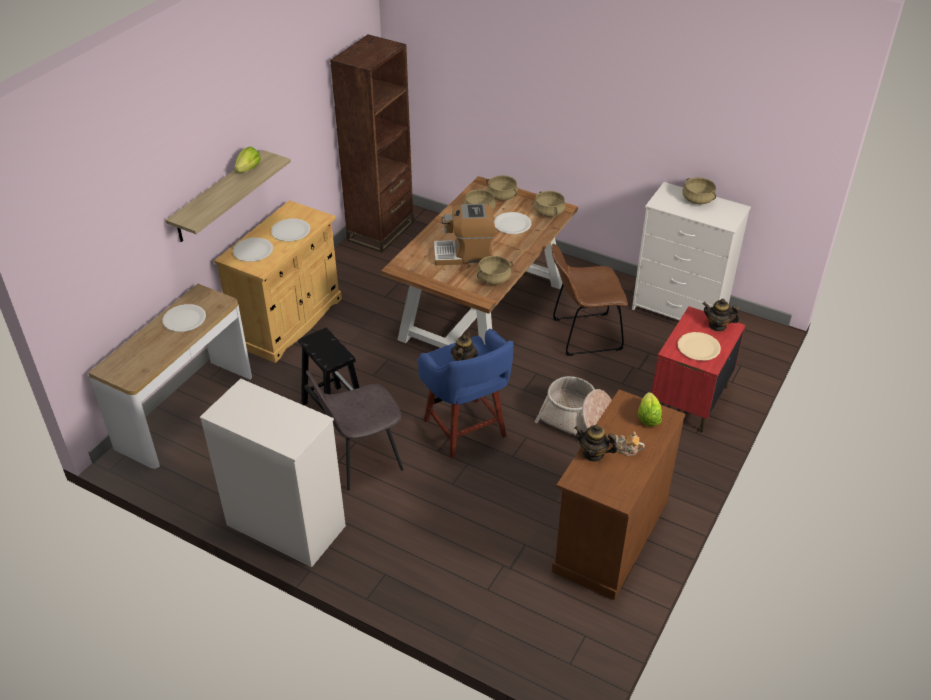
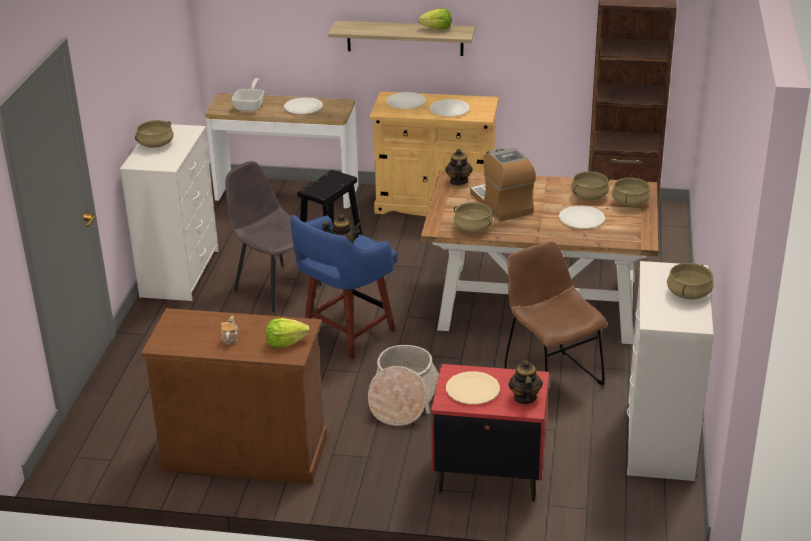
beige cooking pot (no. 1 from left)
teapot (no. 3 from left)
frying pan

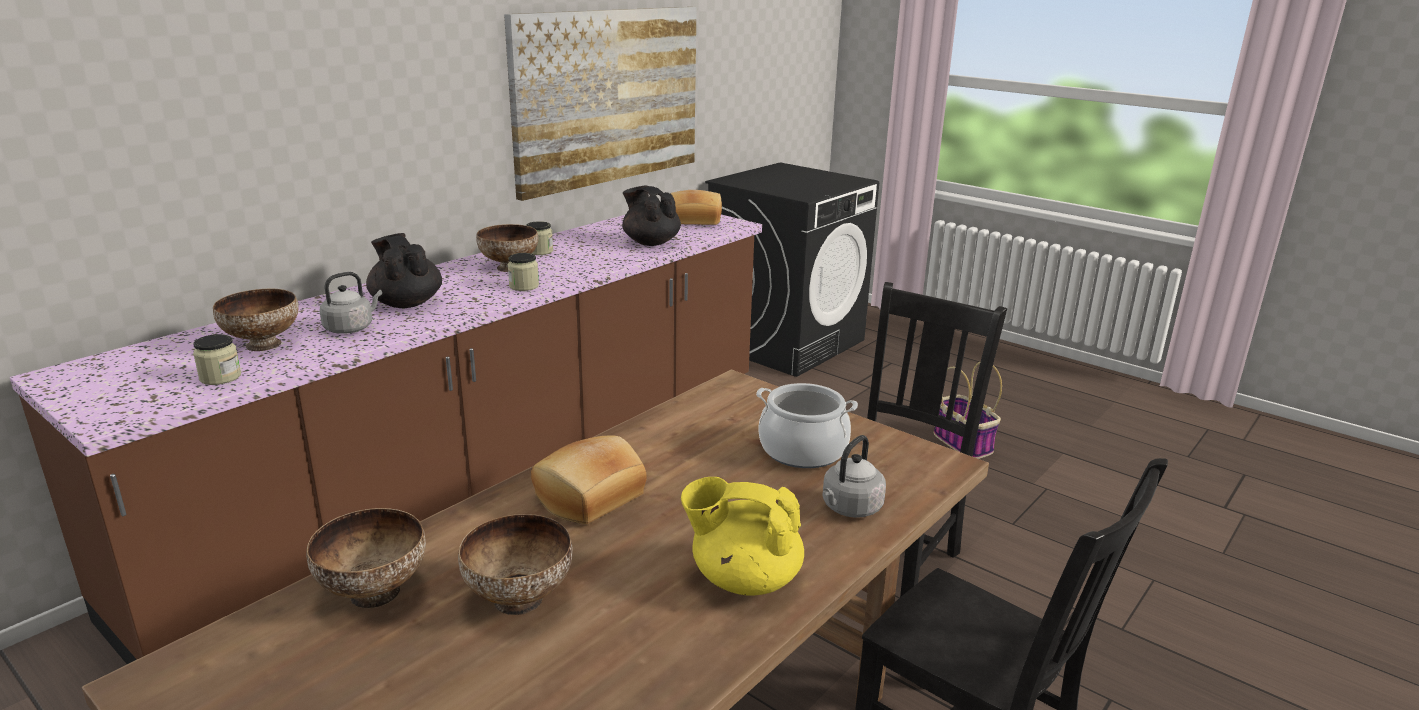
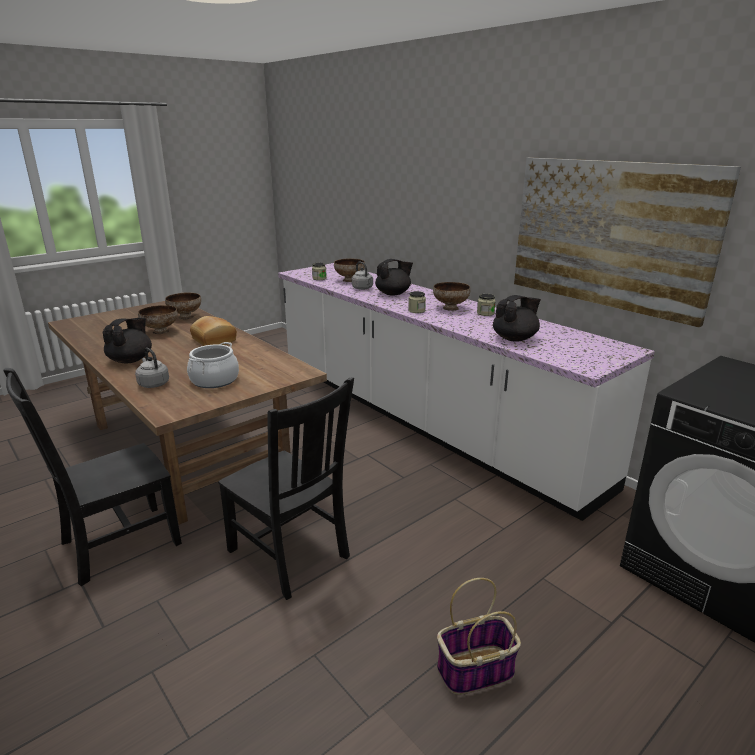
white counter
bread (no. 2 from left in the first image)
black teapot (no. 1 from left)

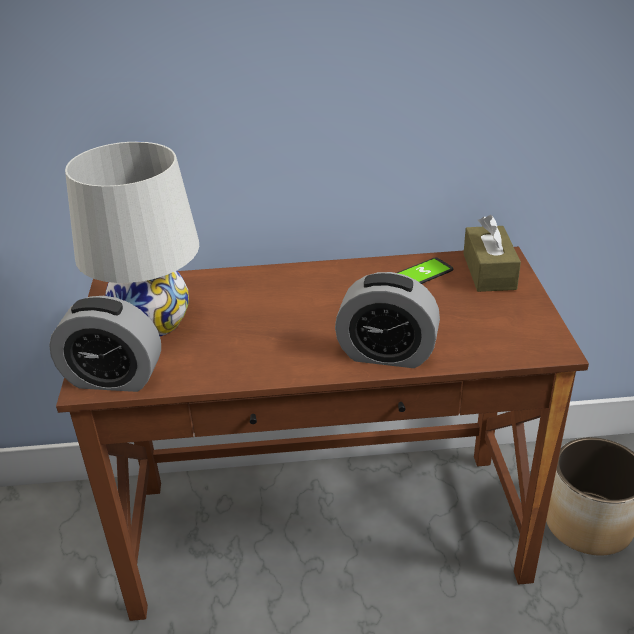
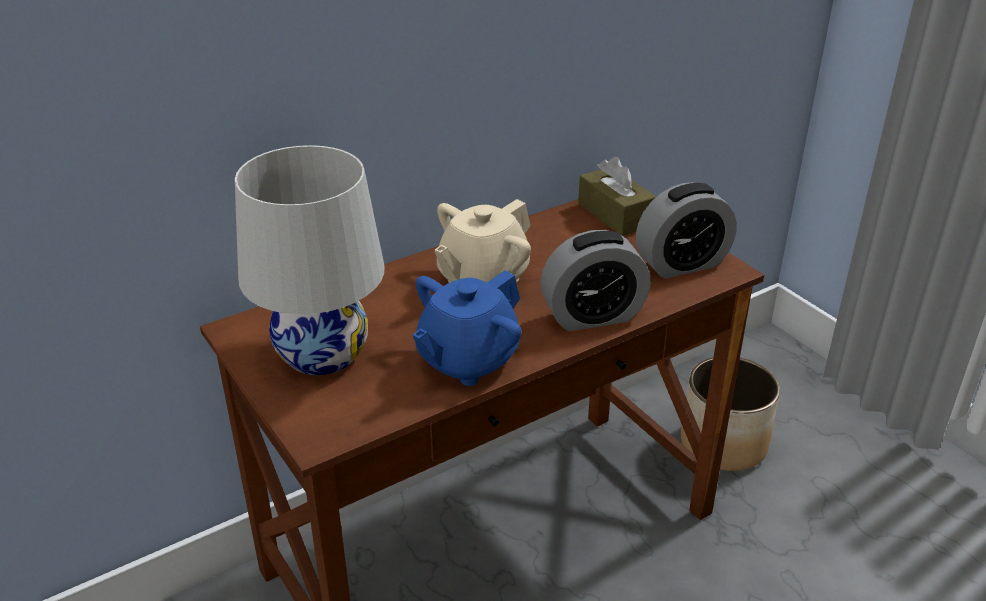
alarm clock (no. 2 from left)
phone
blue teapot
beige teapot

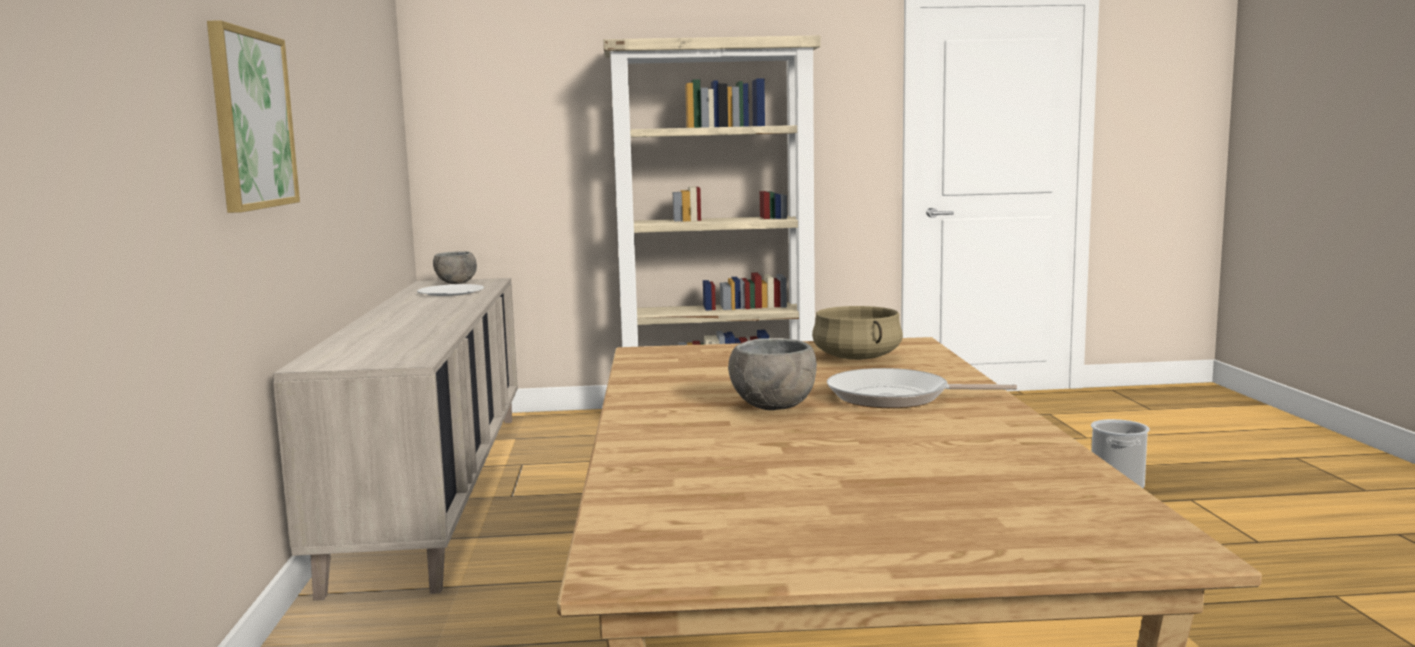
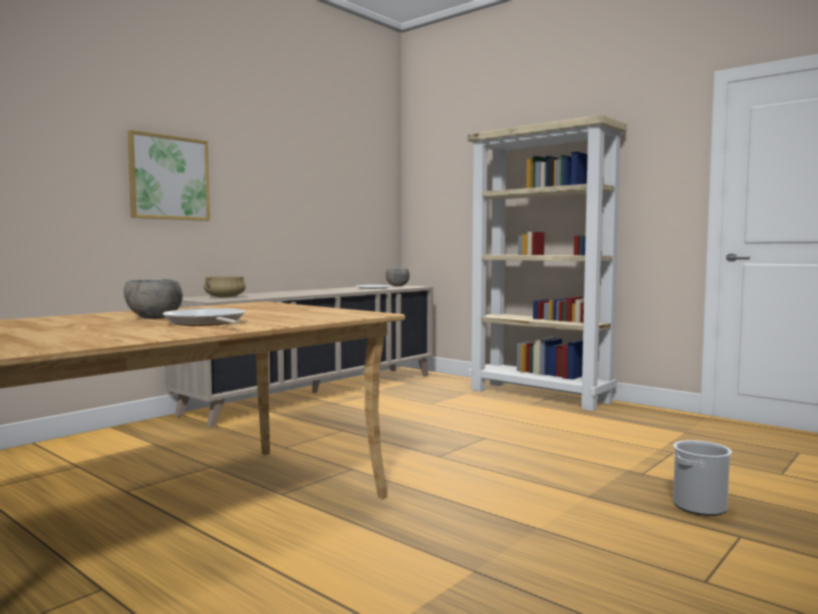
beige cooking pot

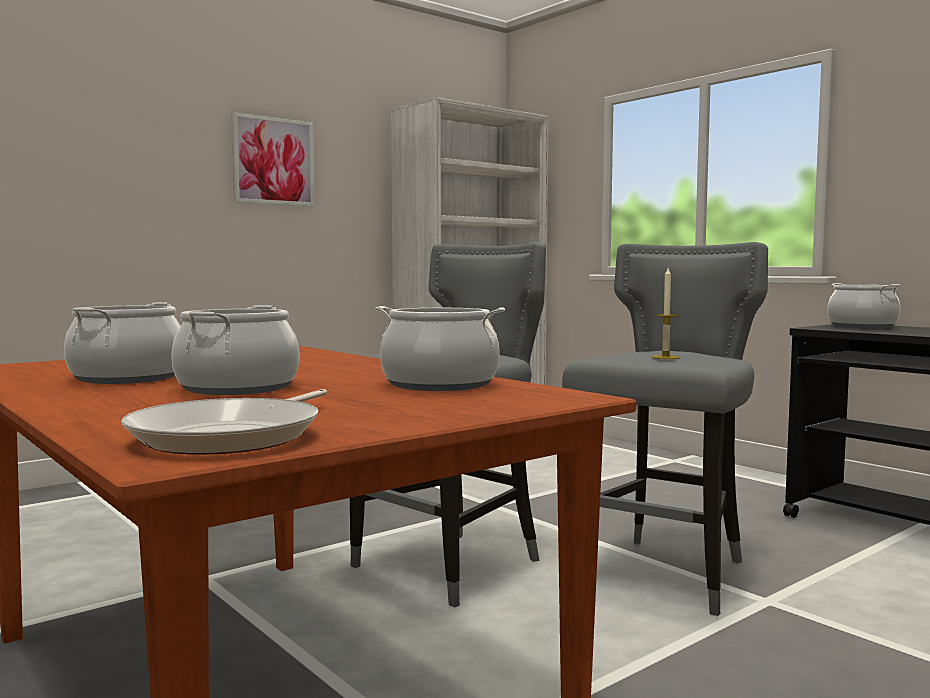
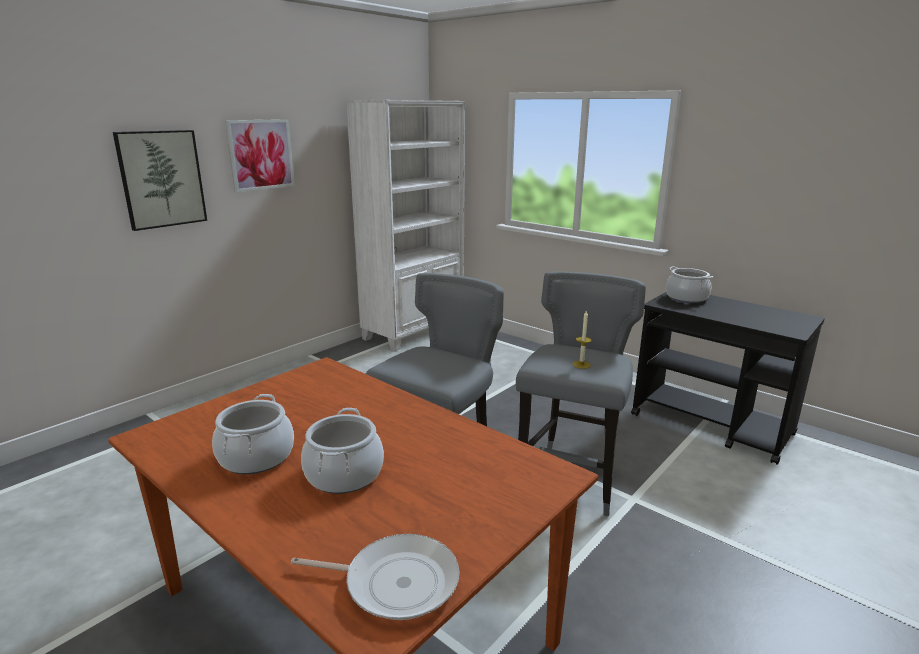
frying pan
cooking pot (no. 3 from left in the first image)
picture (no. 1 from left)

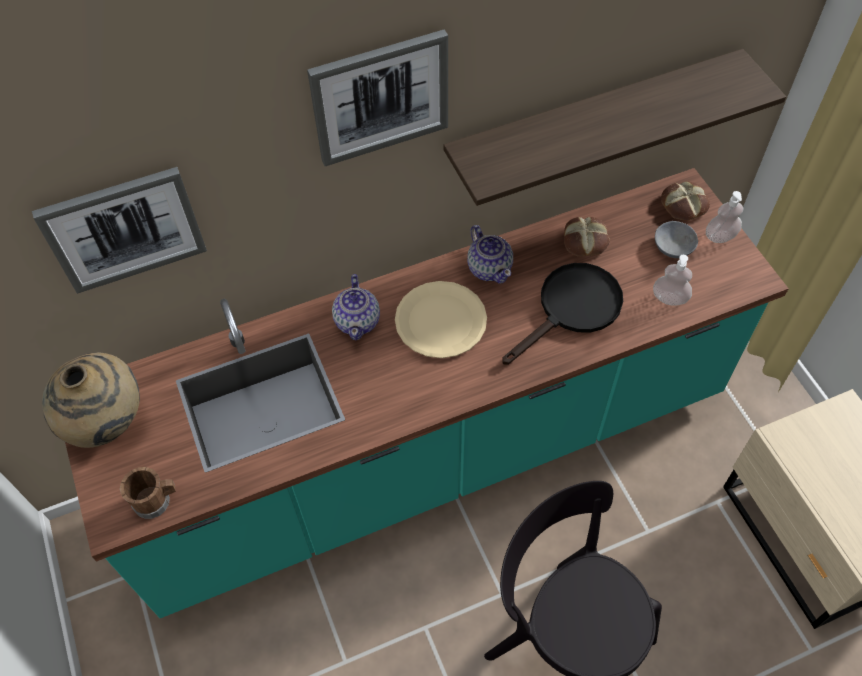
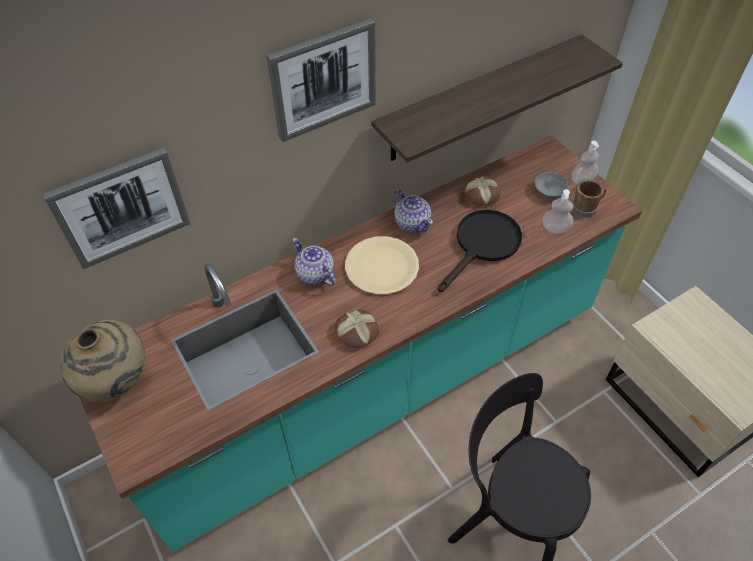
brown mug
teapot (no. 1 from left)
bread (no. 1 from left)

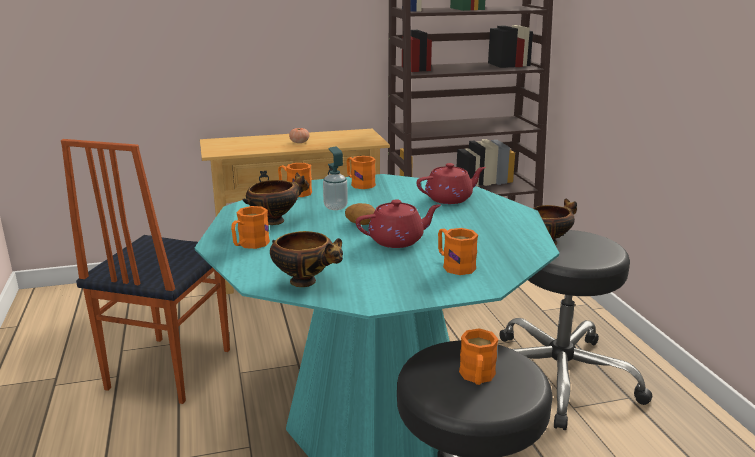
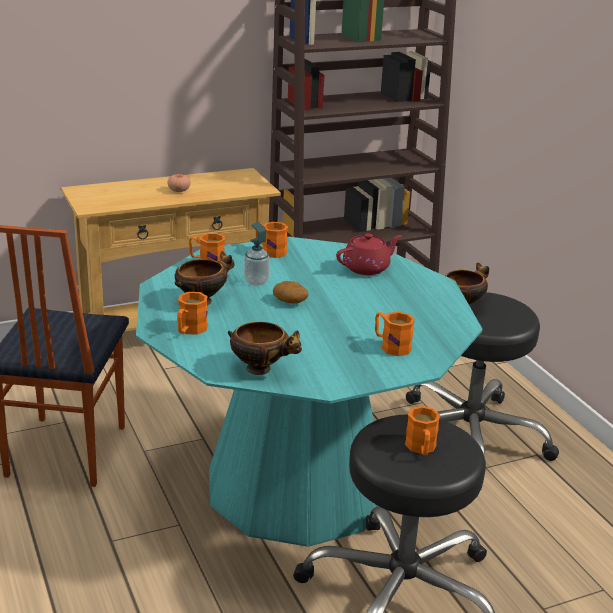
red teapot (no. 1 from left in the first image)

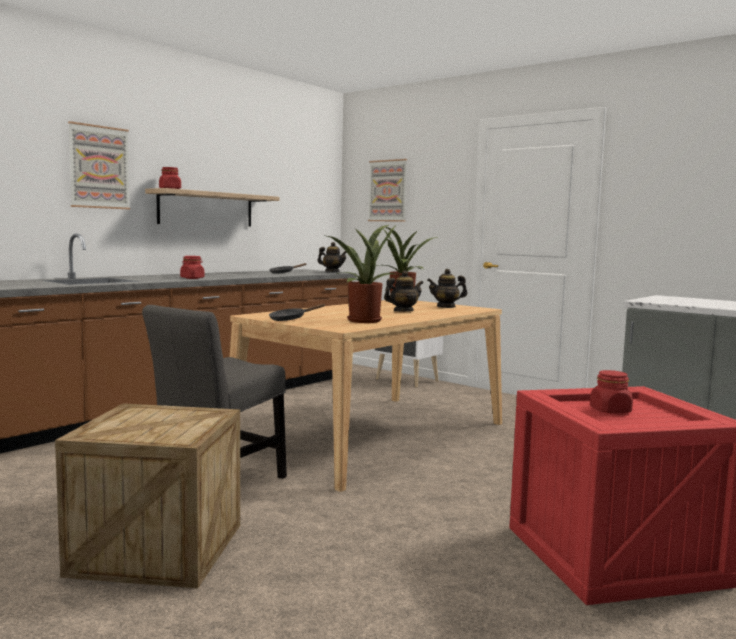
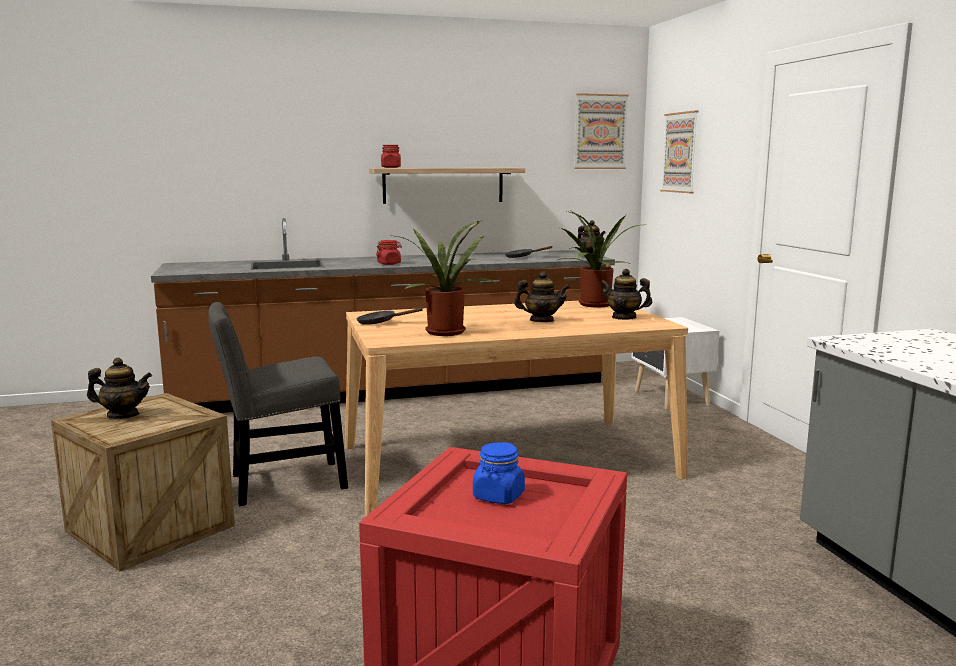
picture (no. 1 from left)
blue jar
teapot (no. 1 from left)

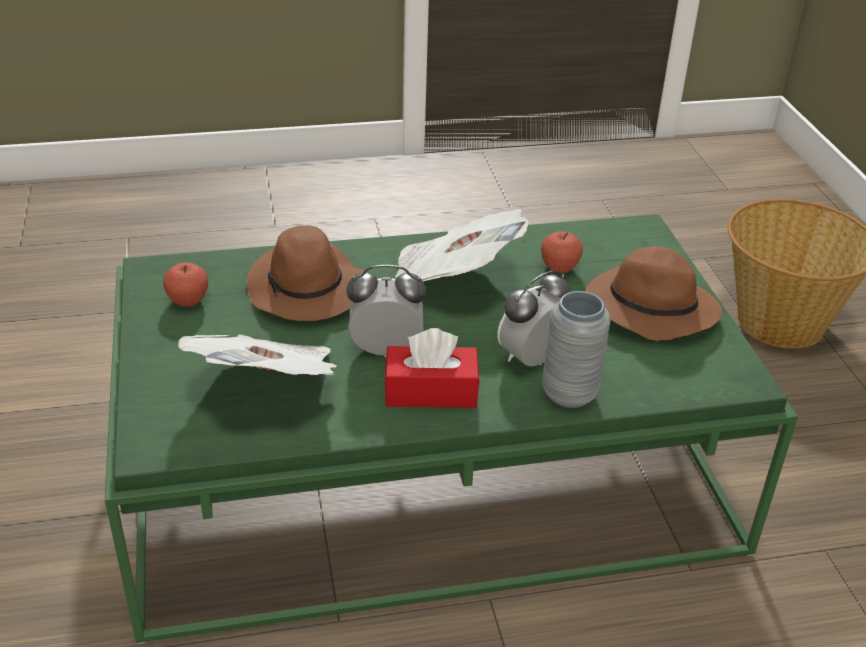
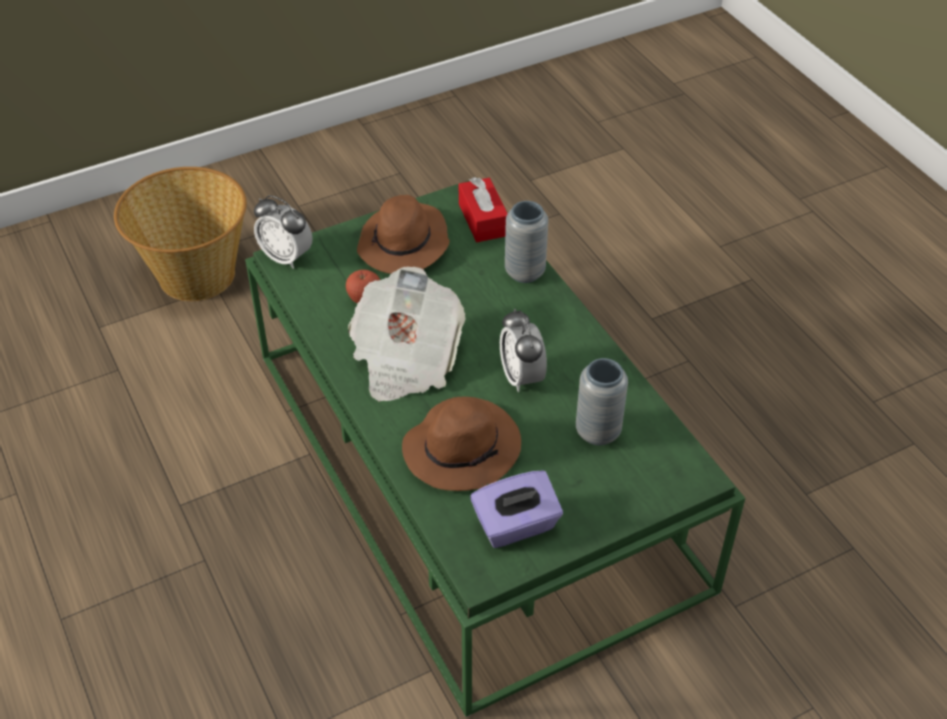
purple tissue box
grey vase (no. 2 from left)
red tissue box
alarm clock (no. 1 from left)

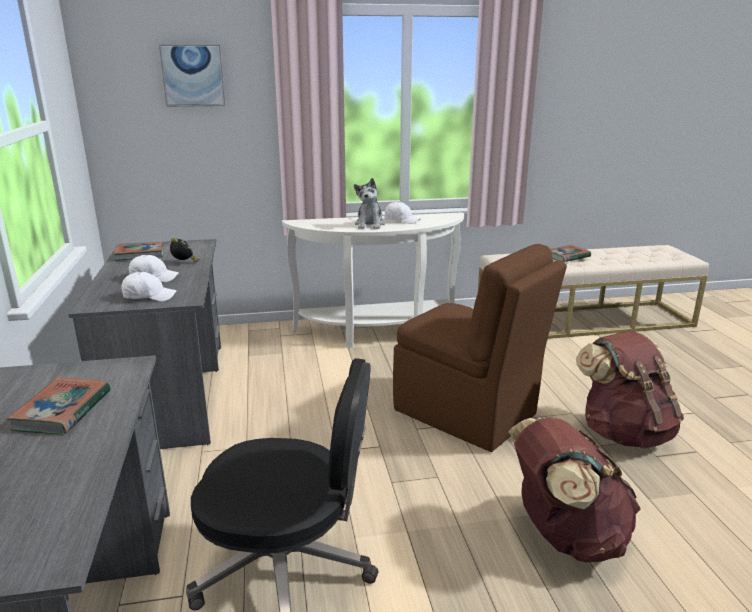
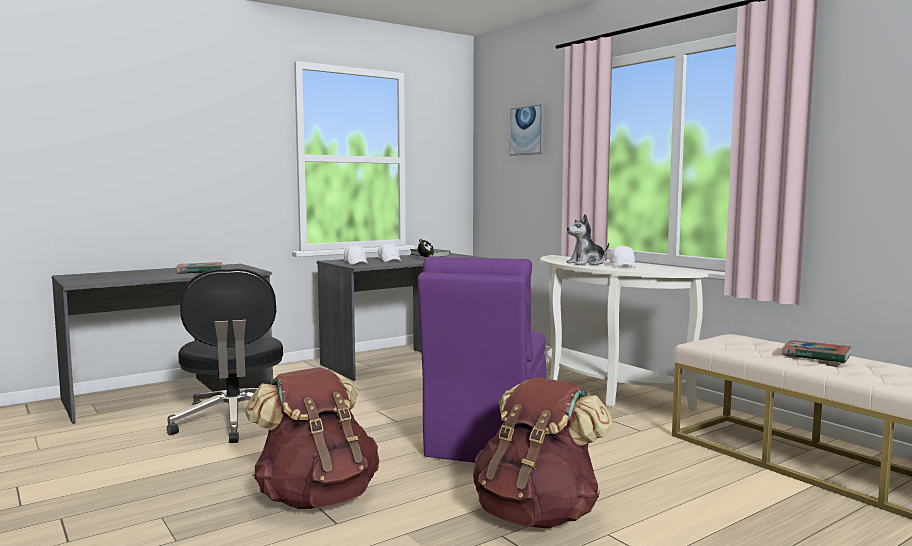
purple chair

